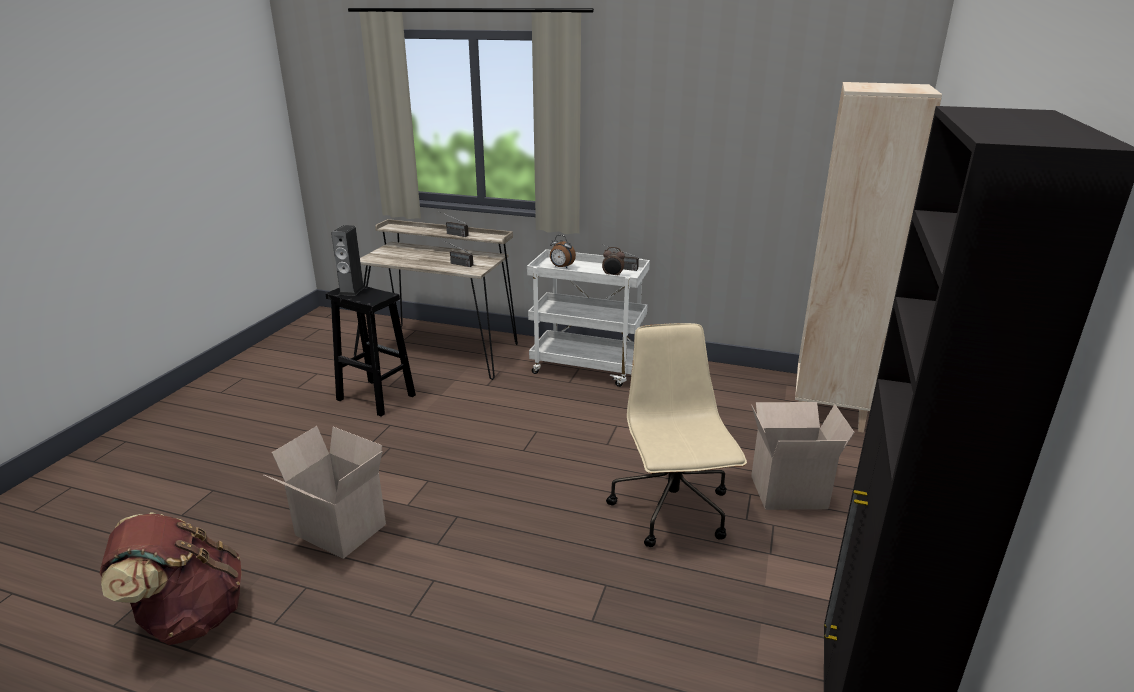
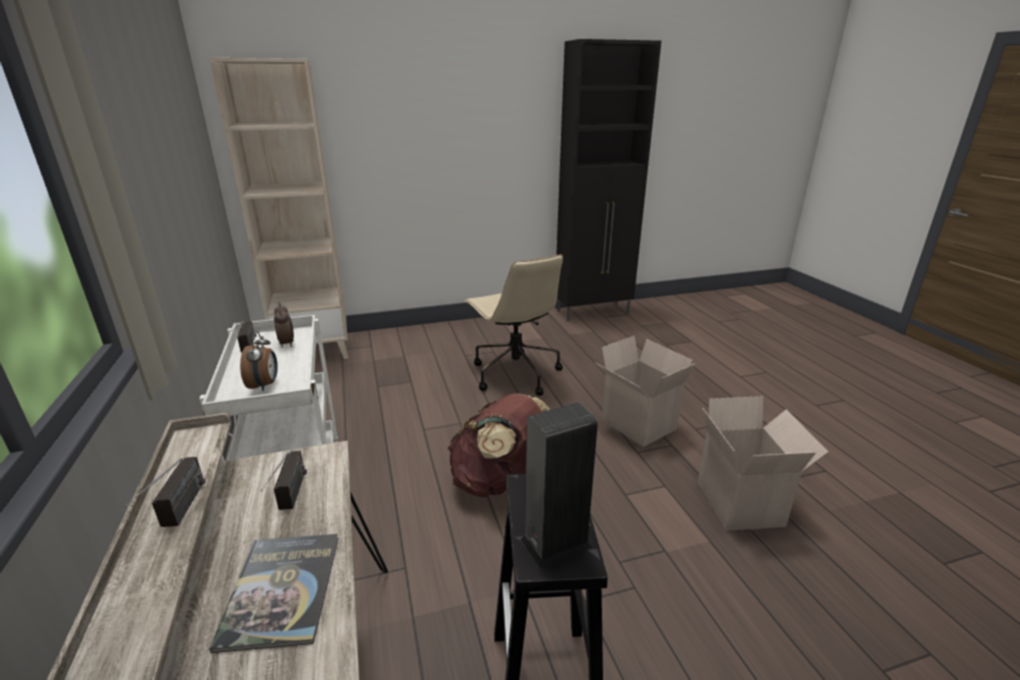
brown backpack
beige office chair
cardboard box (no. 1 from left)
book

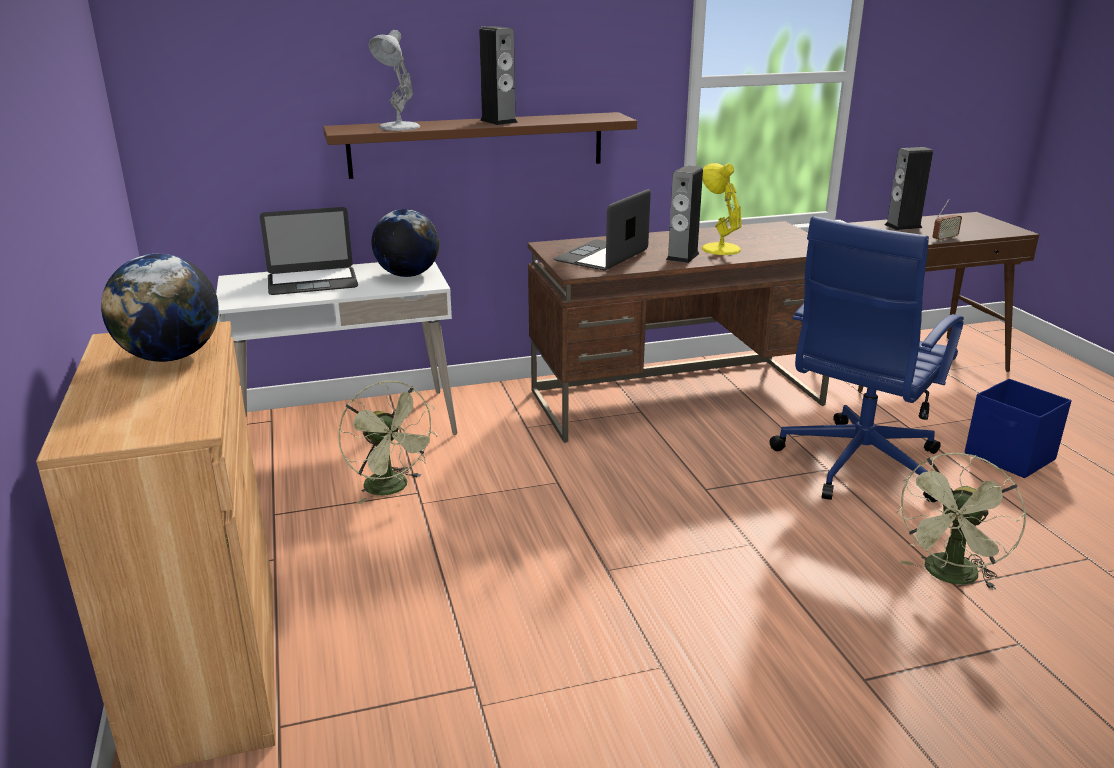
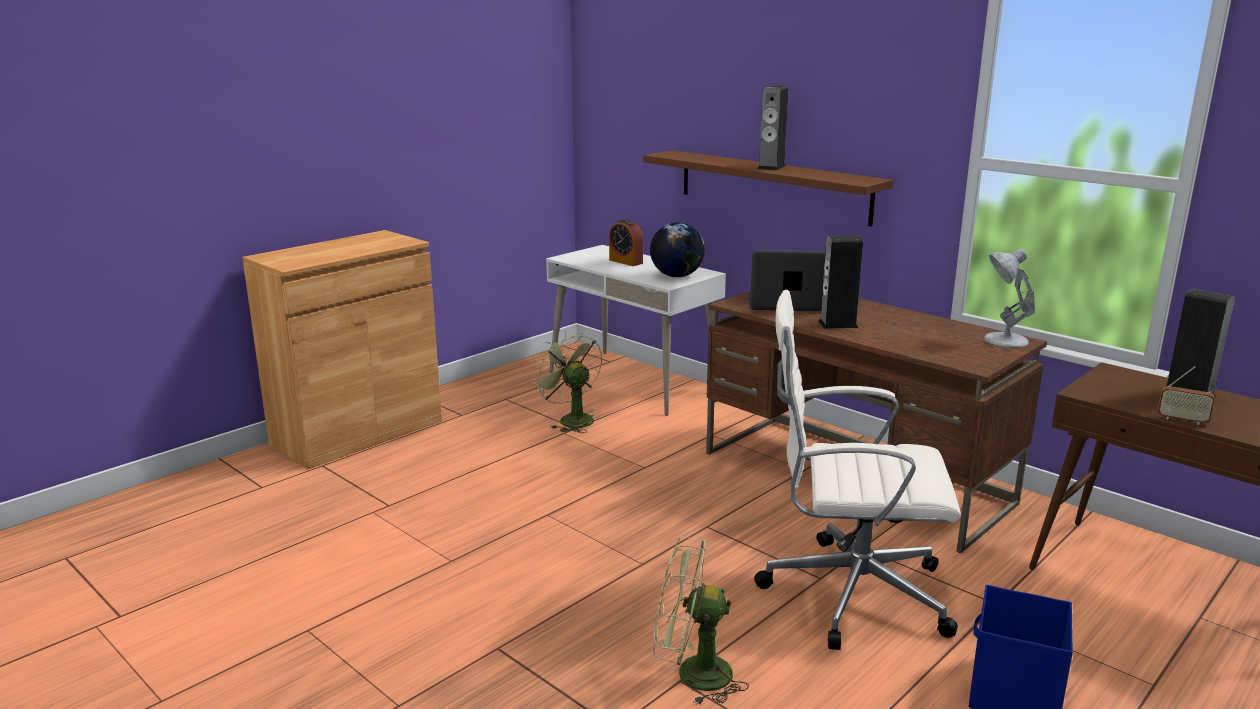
globe (no. 1 from left in the first image)
alarm clock
green fan (no. 1 from left)
white table lamp
yellow table lamp
white office chair

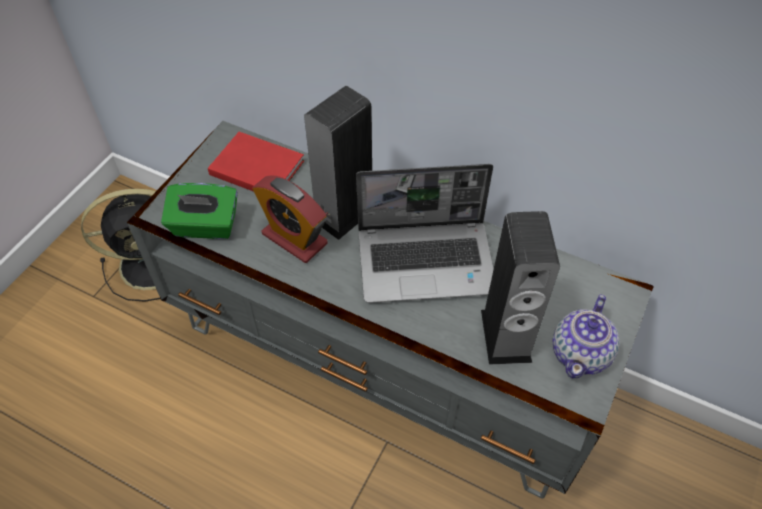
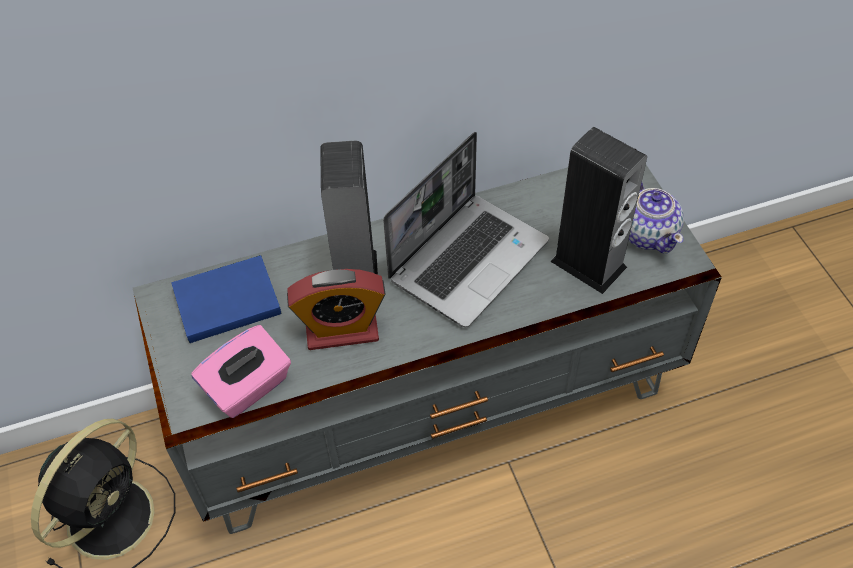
pink tissue box
blue book

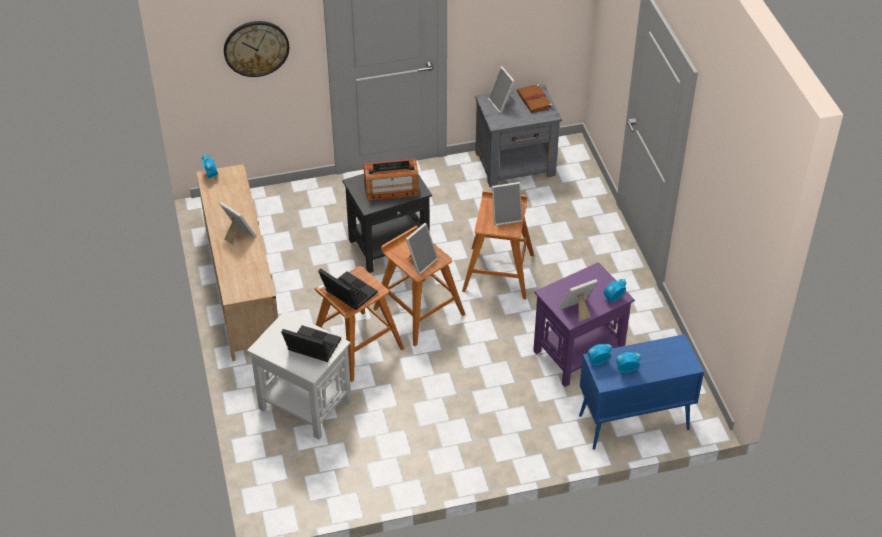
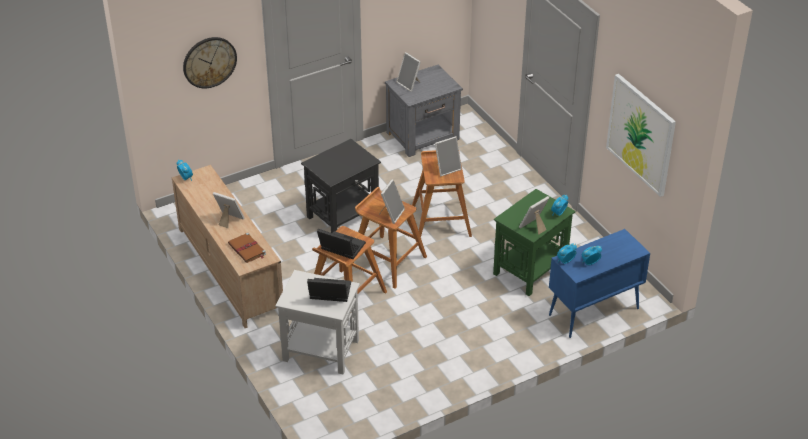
radio
brown book
green side table
picture

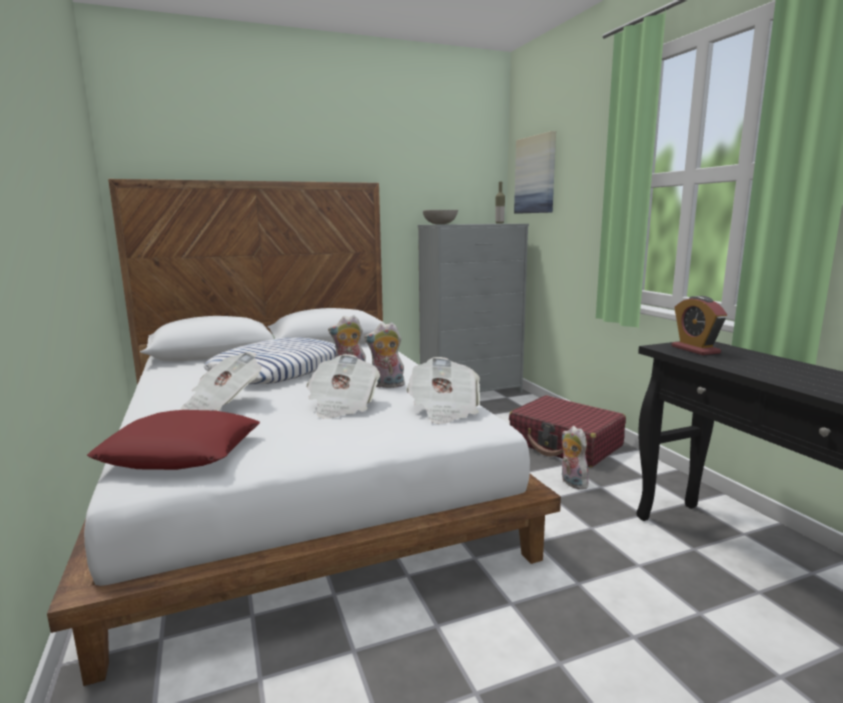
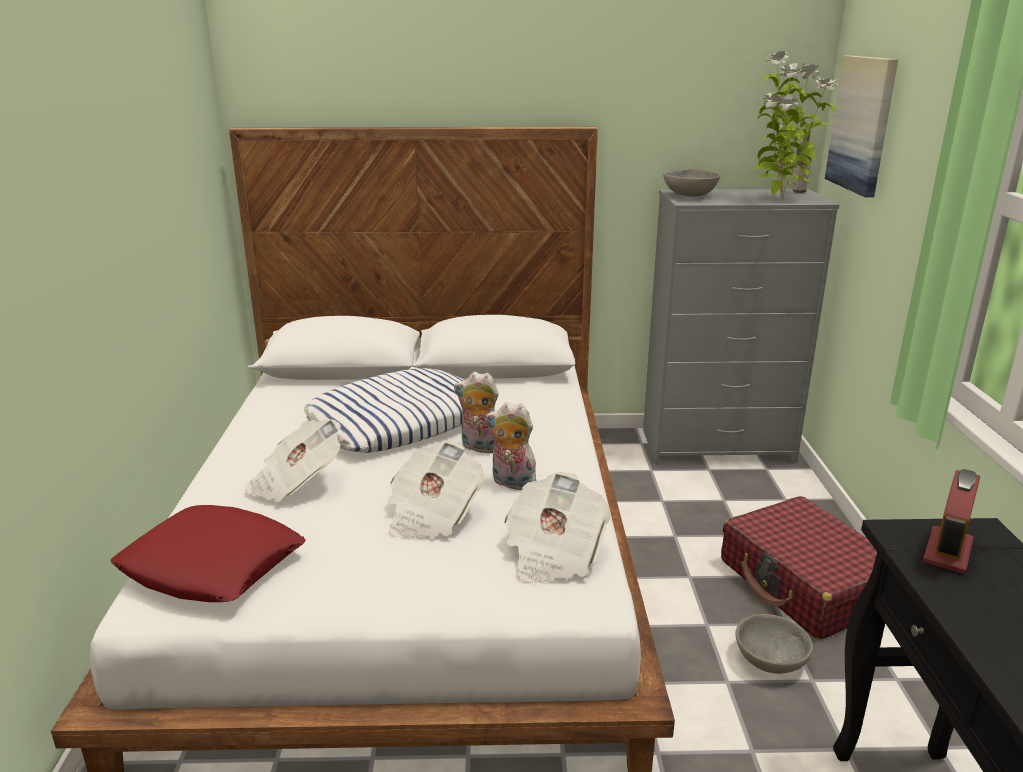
grey bowl (no. 2 from left)
alarm clock
potted plant

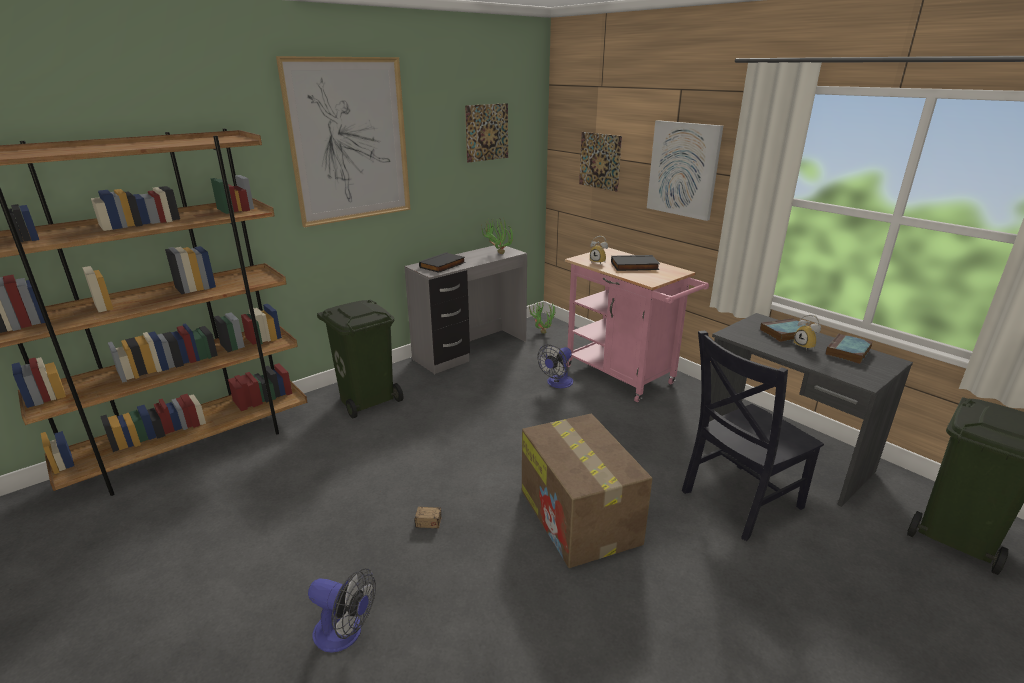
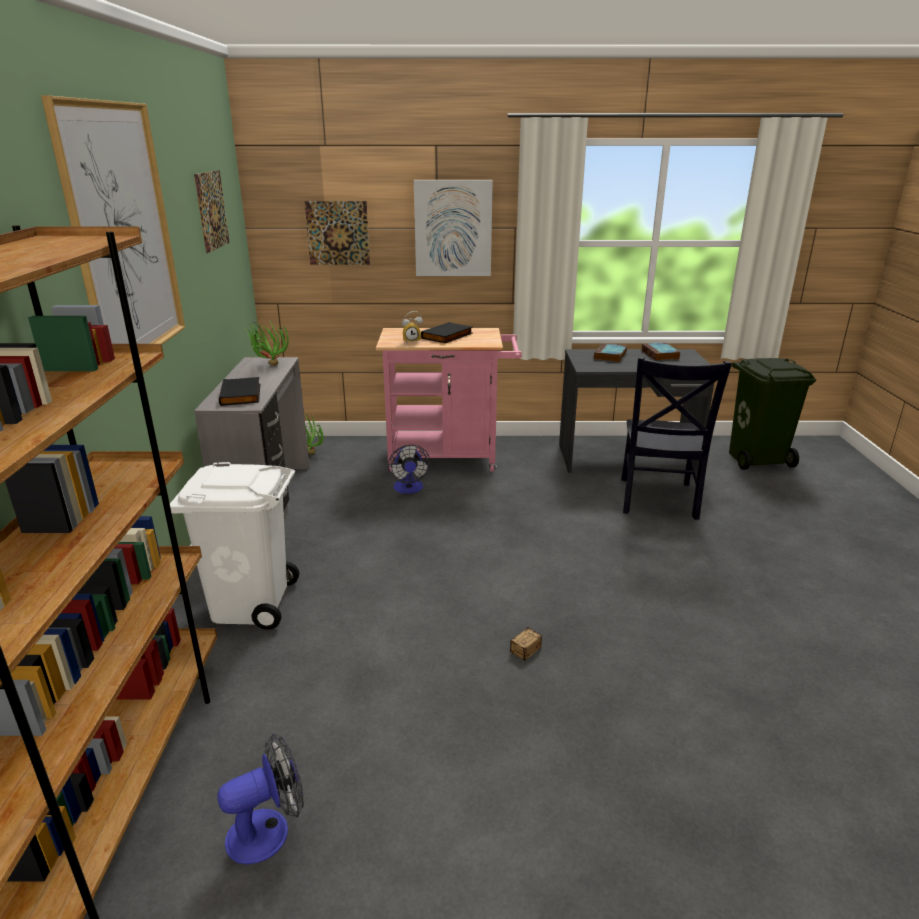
fan (no. 1 from left)
white trash can
cardboard box
alarm clock (no. 2 from left in the first image)

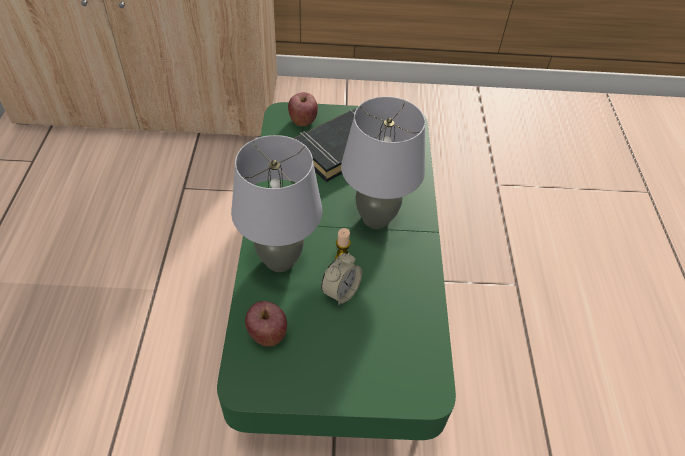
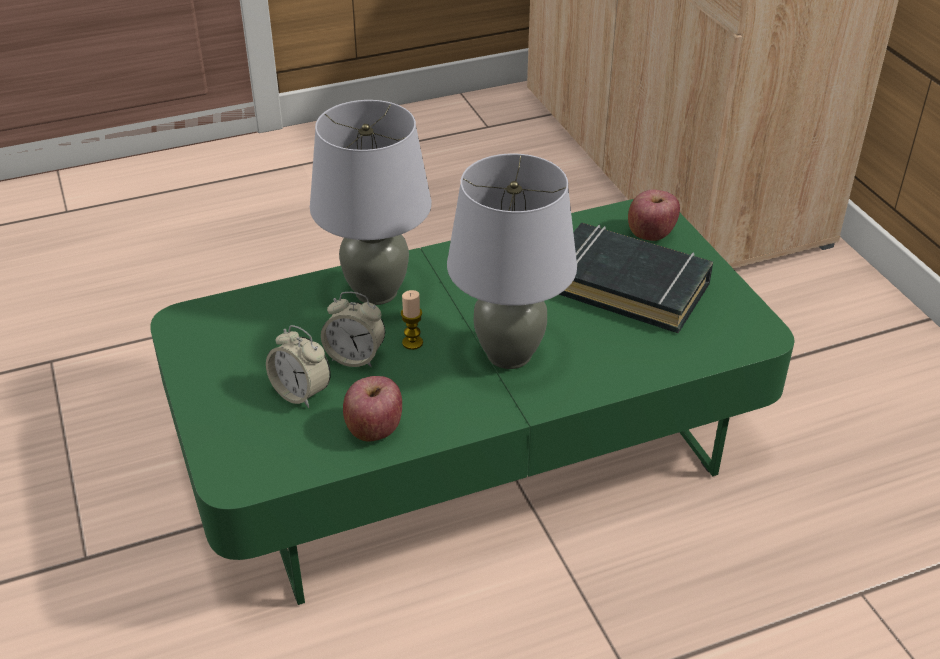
apple (no. 1 from left)
alarm clock (no. 1 from left)

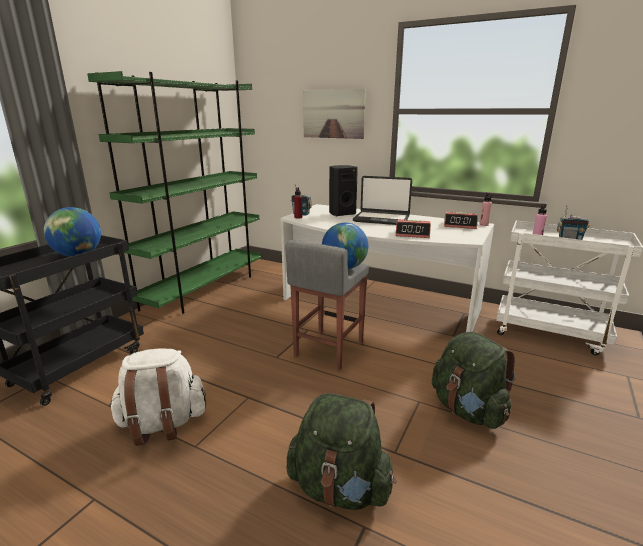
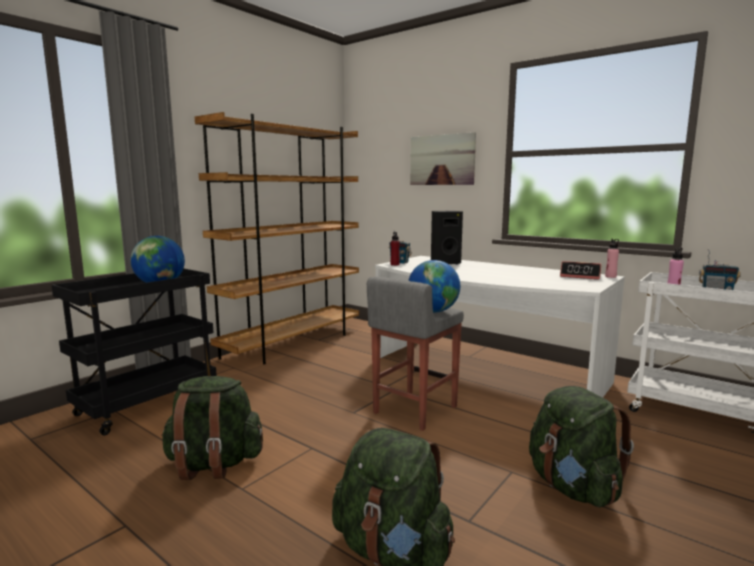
brown bookcase
green backpack (no. 1 from left)
laptop
alarm clock (no. 1 from left in the first image)

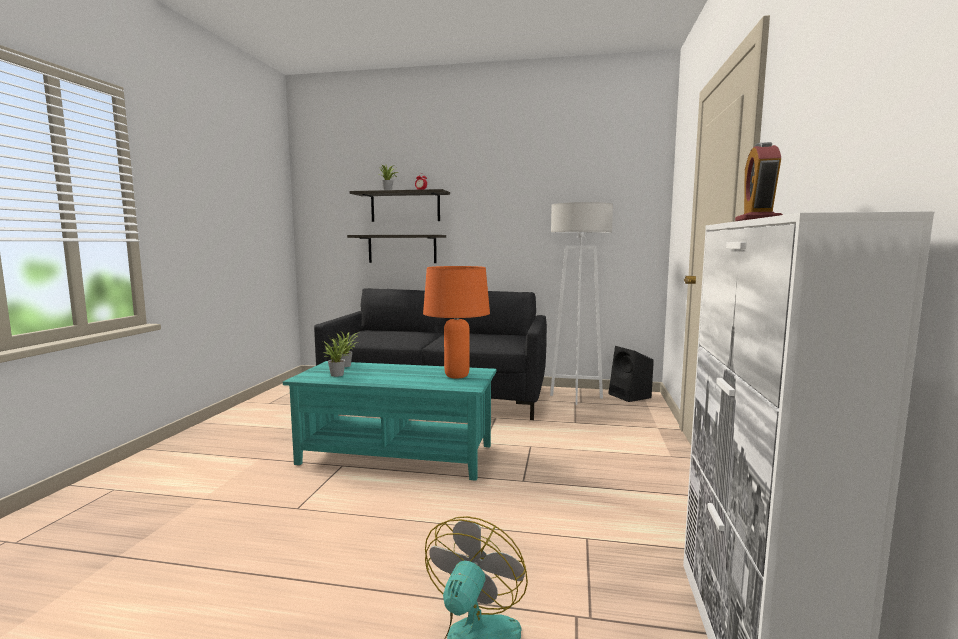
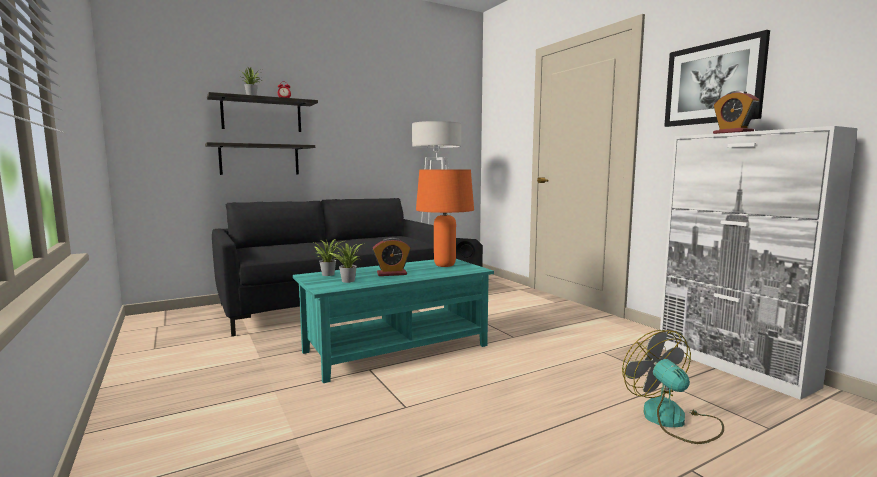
alarm clock (no. 2 from left)
picture

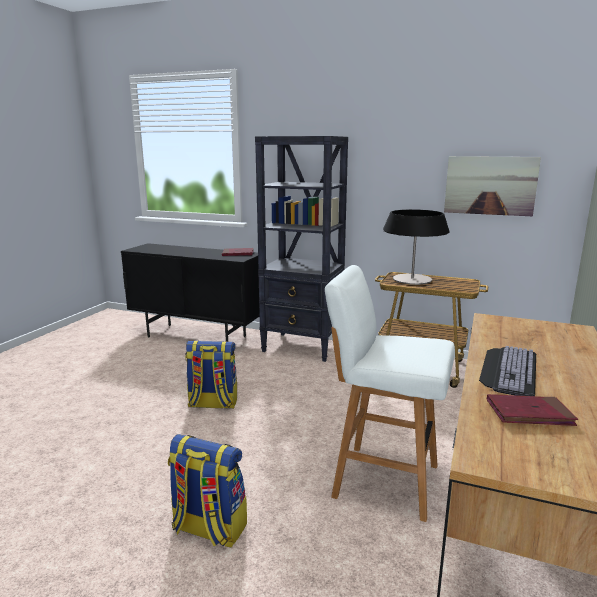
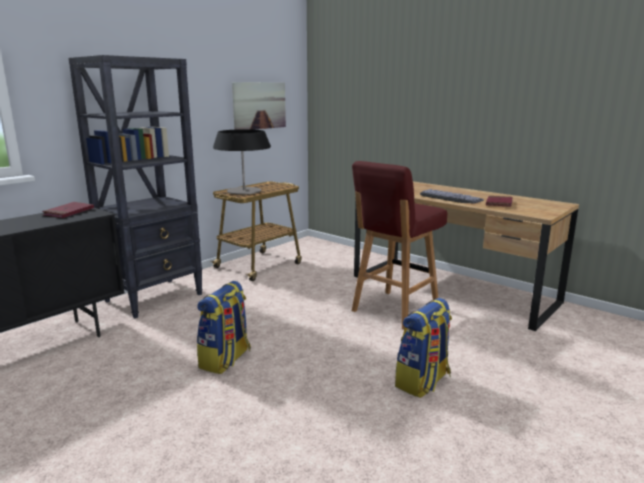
red stool

